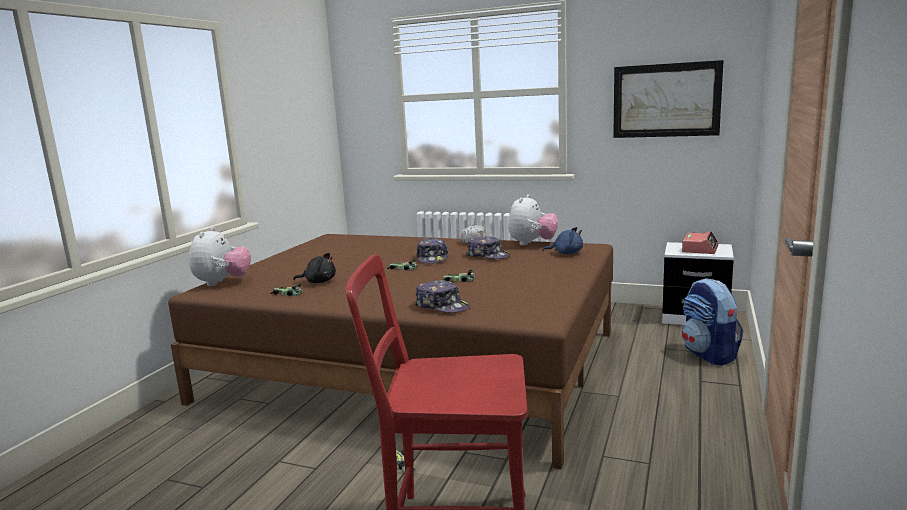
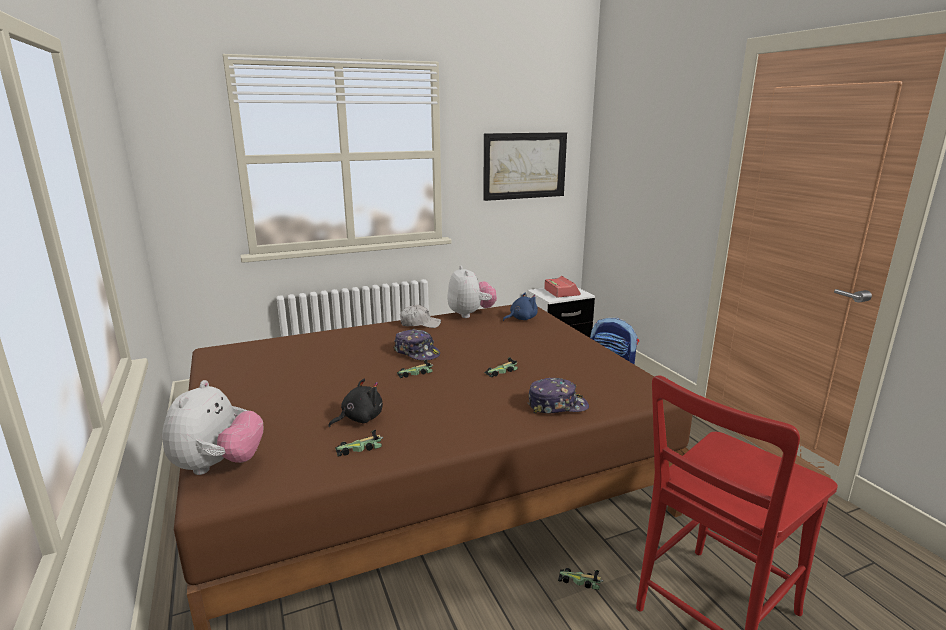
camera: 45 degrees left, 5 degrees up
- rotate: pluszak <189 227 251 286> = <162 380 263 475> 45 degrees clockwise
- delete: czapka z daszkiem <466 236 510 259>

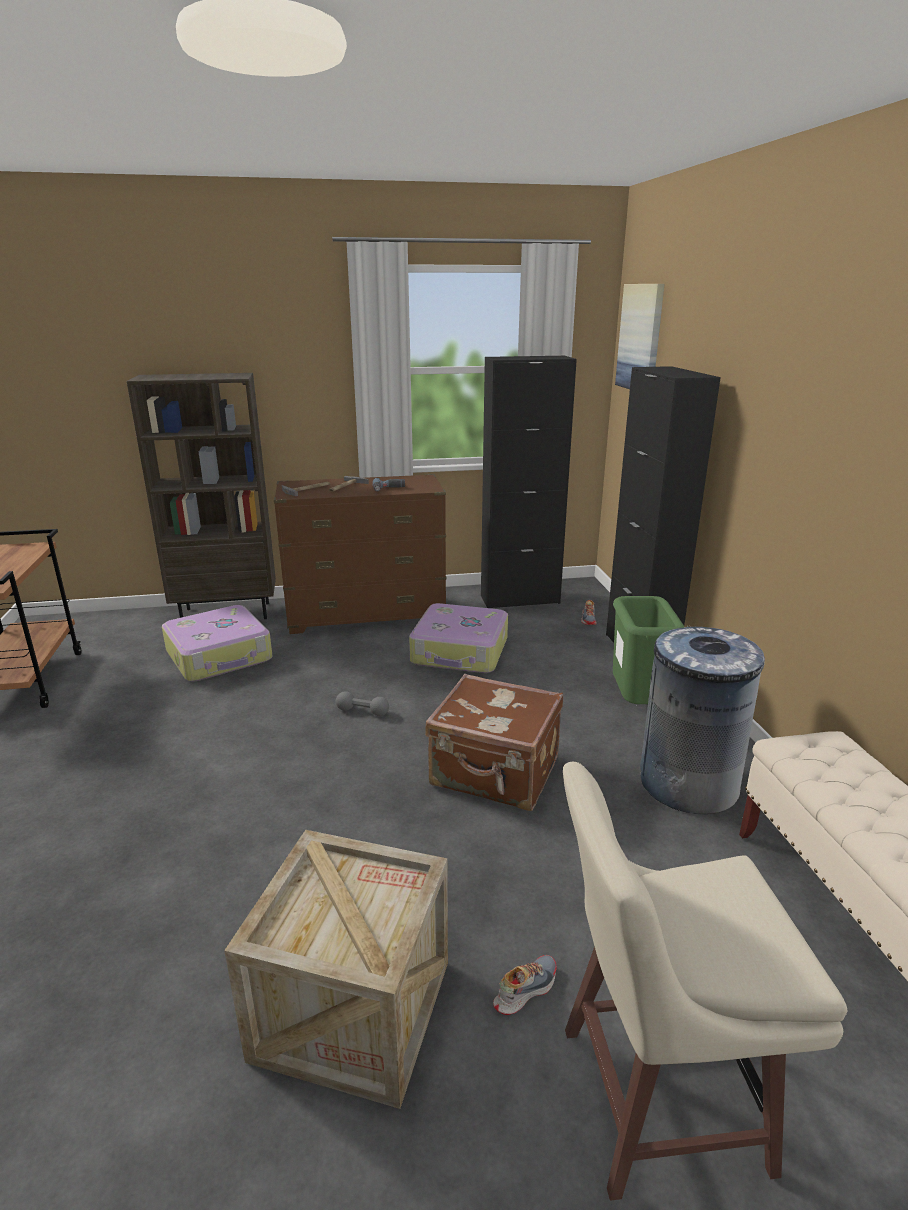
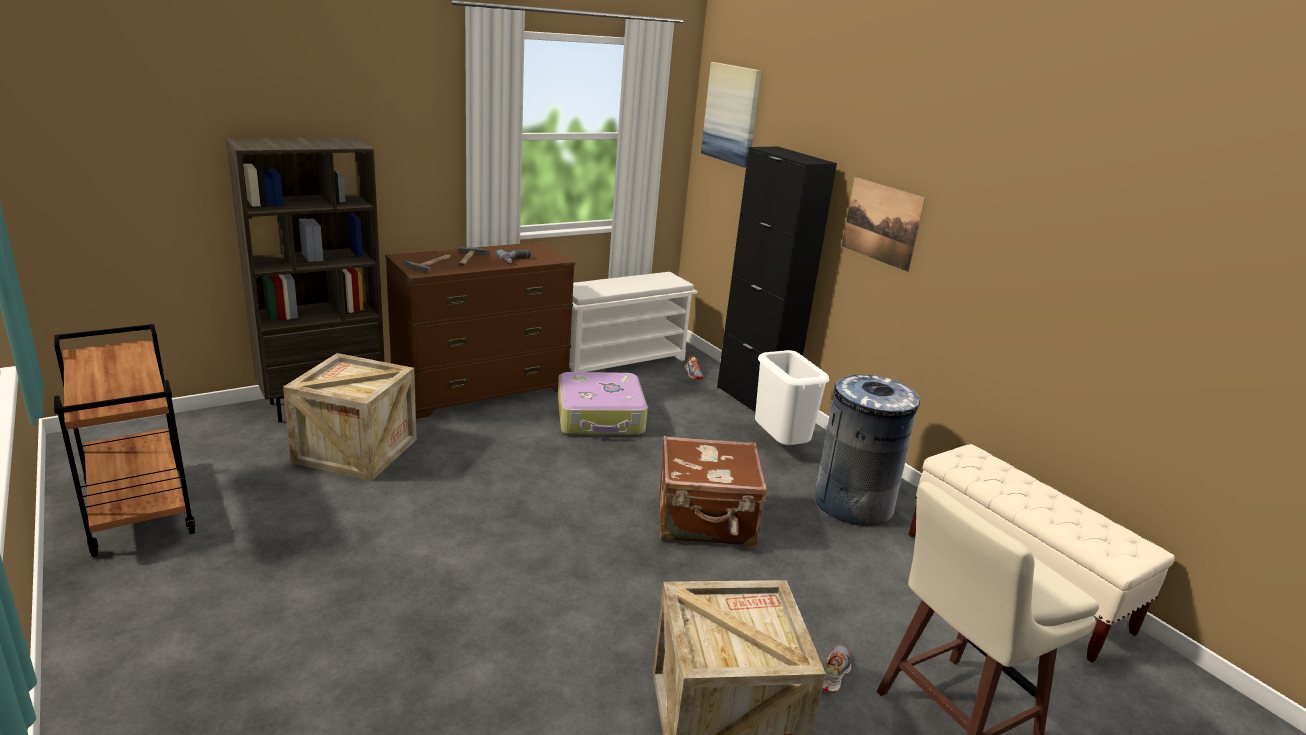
camera: 25 degrees left, 0 degrees up
- replace: walizka <162 605 273 681> to skrzynka <283 353 417 481>
- delete: hantel (szary) <336 691 389 716>
- replace: szafka (czarny) <481 356 577 608> to regał na buty (biały) <569 272 698 372>
- recolor: kosz na śmieci (zielony) <613 596 684 704> to kosz na śmieci (biały) <755 350 829 445>
- insert: obraz <842 177 926 272>

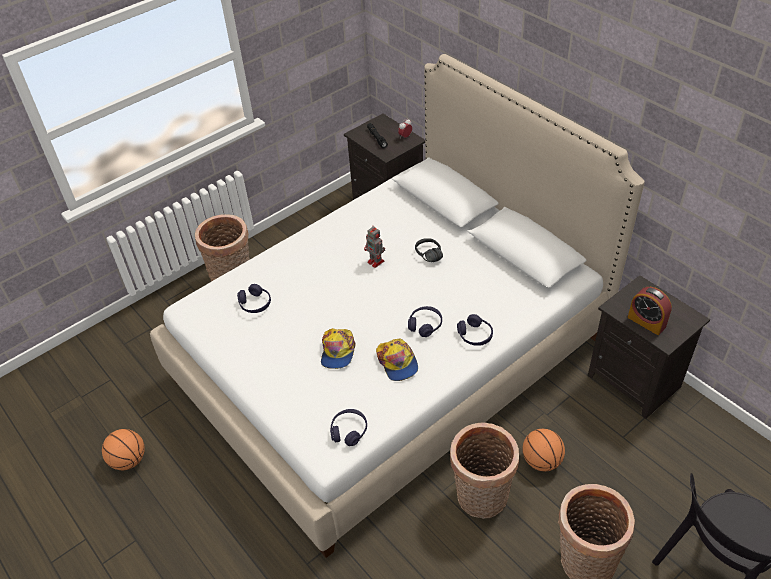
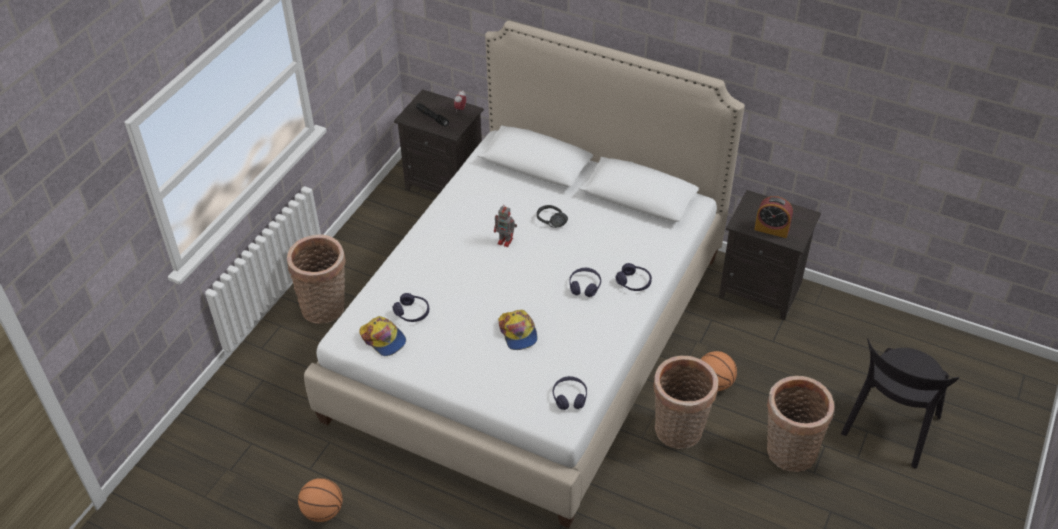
camera: 25 degrees left, 0 degrees up
- move: czapka z daszkiem <376 339 418 381> to <359 316 406 356>

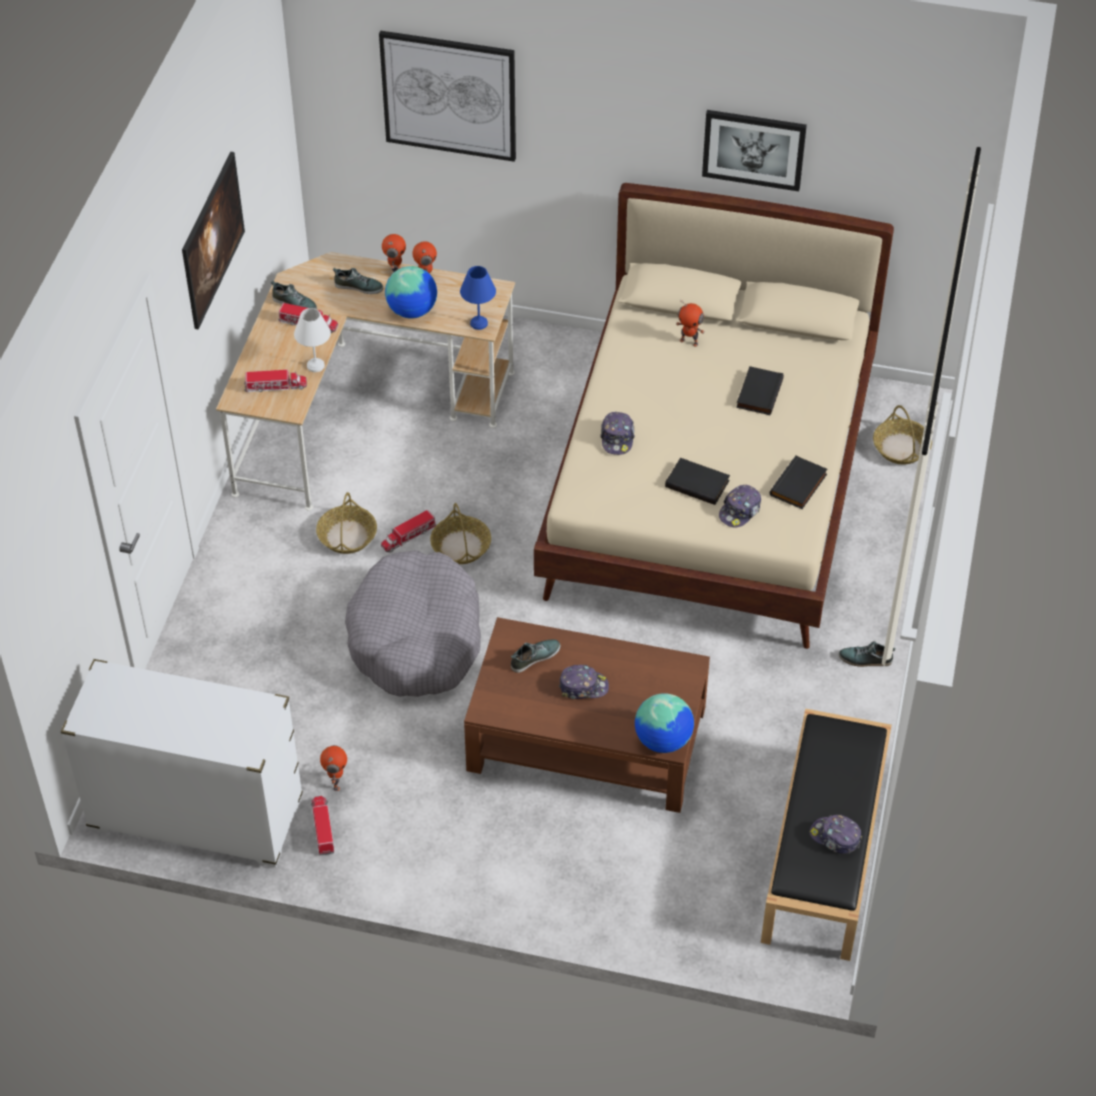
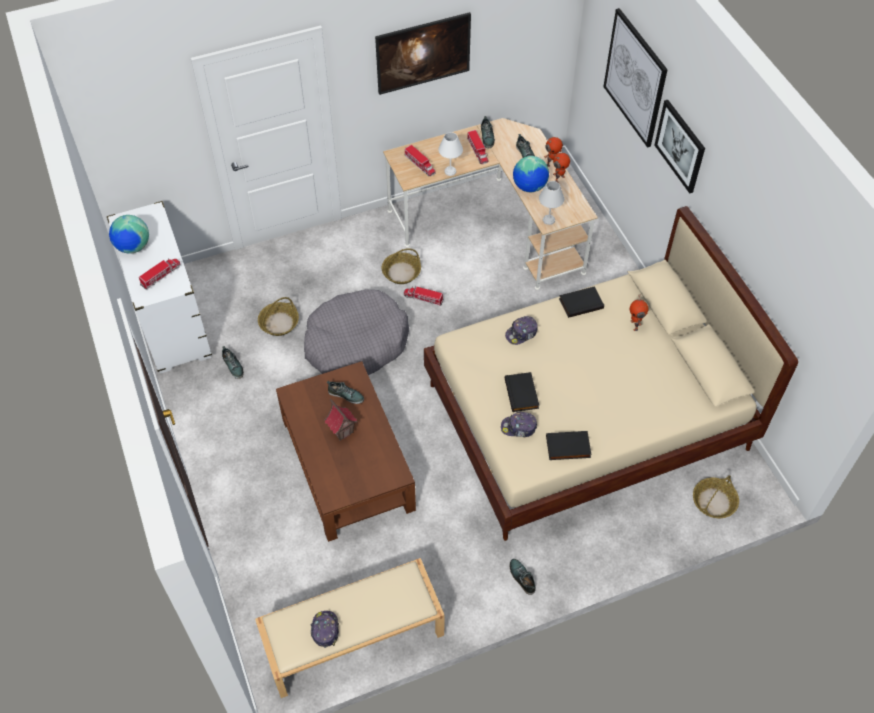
camera: 55 degrees right, 5 degrees up
- move: ciężarówka zabawkowa <311 796 334 856> to <139 259 181 289>
- replace: robot zabawkowy <320 745 347 791> to but <222 346 244 379>
- move: koszyk <430 503 491 564> to <258 297 299 336>
- recolor: lampa stołowa (niebieski) <460 266 496 330> to lampa stołowa (biały) <539 181 564 225>
- replace: czapka z daszkiem <559 665 609 699> to domek <324 399 358 441>
- move: globus <635 693 694 753> to <109 215 149 254>
- move: obraz <702 110 807 191> to <654 100 705 194>
- move: książka (czarny) <736 366 784 415> to <559 286 604 318>
- recolor: ławka (czarny) <761 709 892 961> to ławka (beżowy) <255 558 445 698>

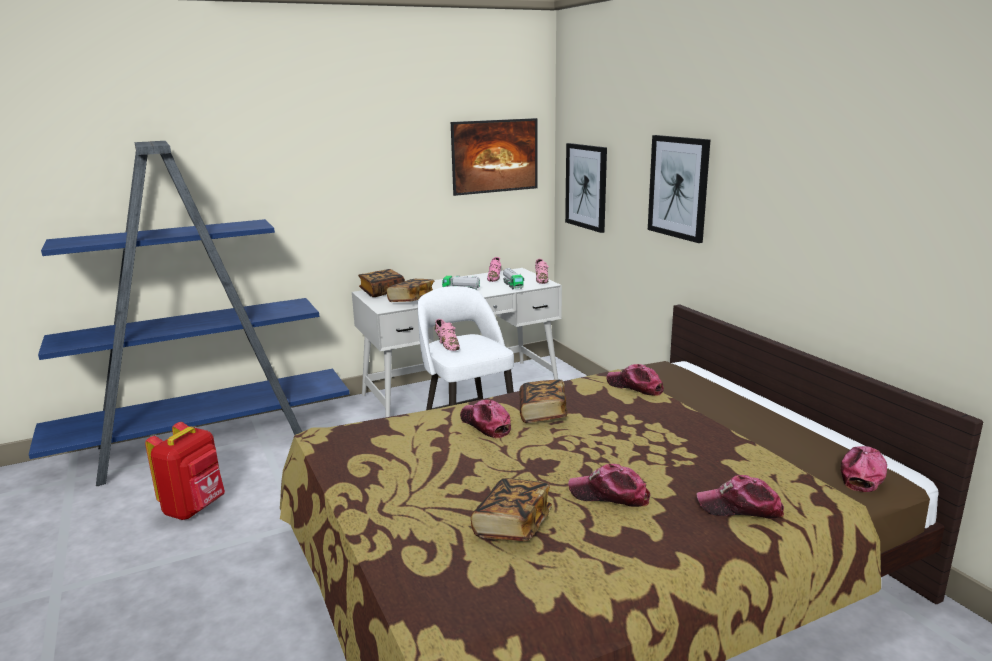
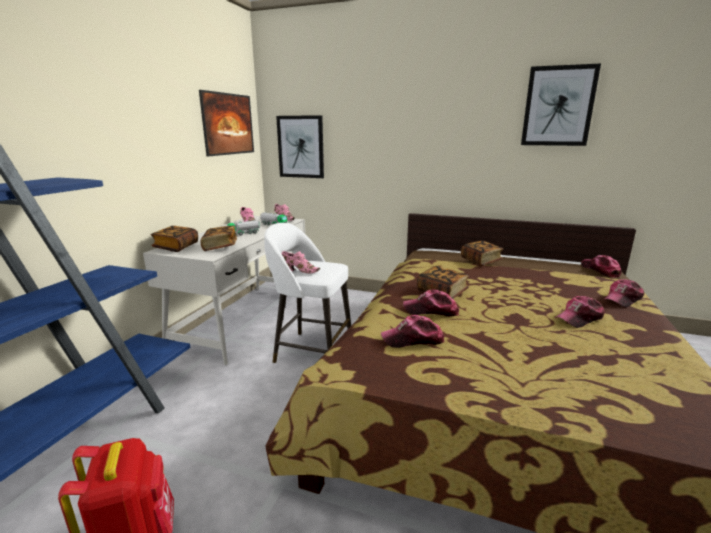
camera: 45 degrees left, 0 degrees up
- move: książka <471 478 552 541> to <461 241 503 266>
- move: czapka z daszkiem <606 364 664 396> to <381 315 445 348>
- move: obraz <648 135 710 243> to <521 64 601 146>

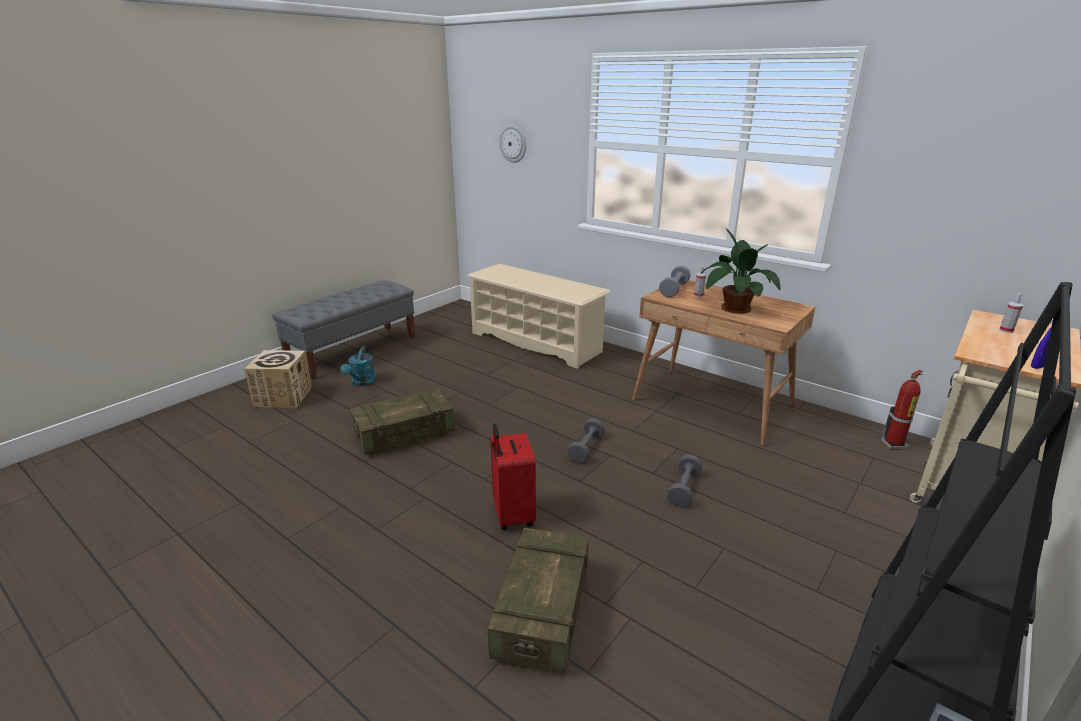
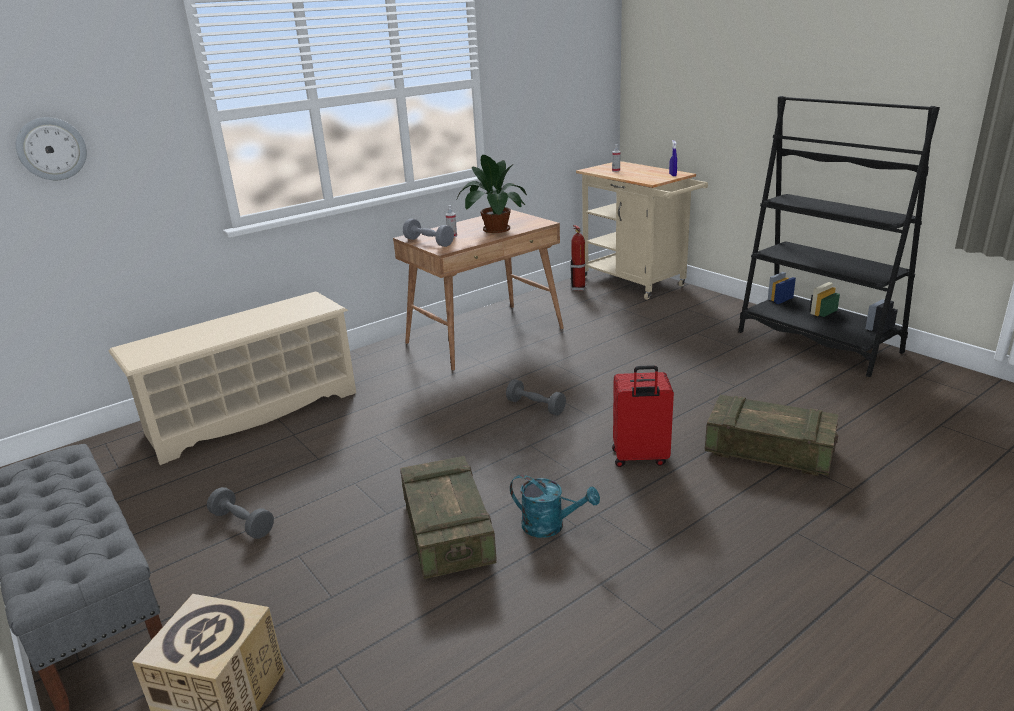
camera: 75 degrees left, 0 degrees up
- move: konewka (turkusowy) <340 346 376 387> to <510 475 600 538>
- move: hantel (szary) <667 454 702 507> to <207 487 274 539>

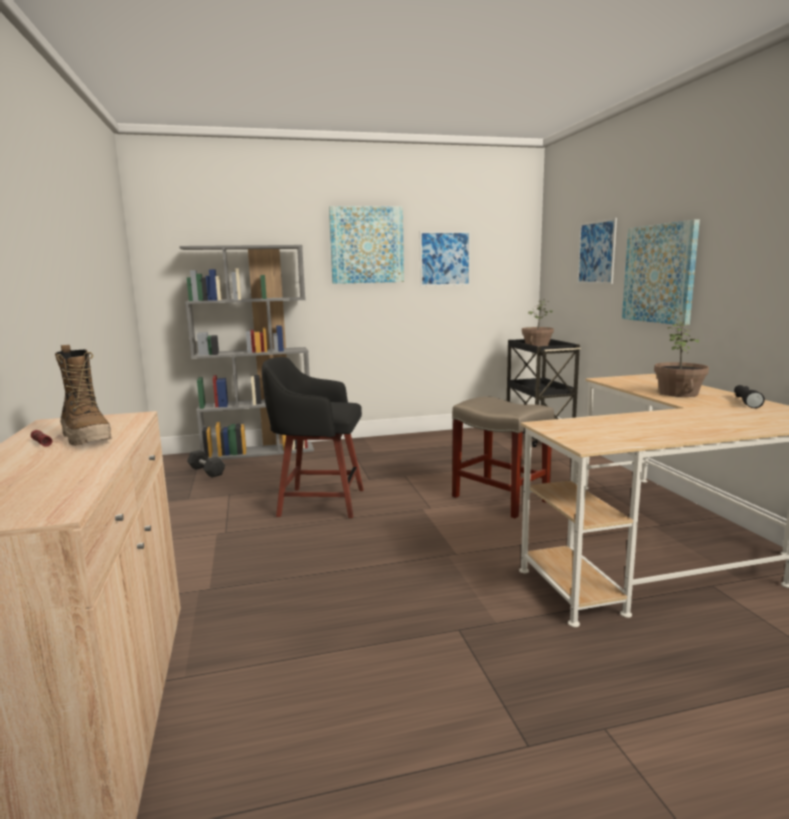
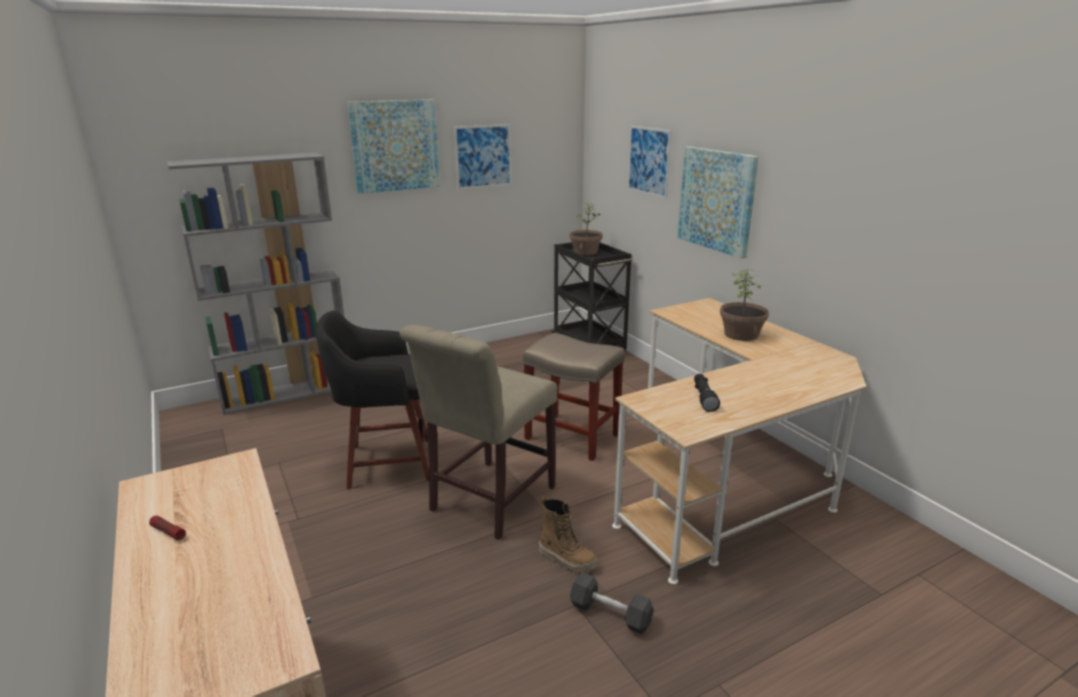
camera: 15 degrees left, 10 degrees up
- move: but z cholewką <55 345 112 446> to <539 496 597 574>
- move: hantel (czarny) <187 450 226 478> to <570 572 654 634>
- move: latarka (czarny) <734 385 765 408> to <694 374 720 412>
- insert: krzesło (beżowy) <400 325 557 540>

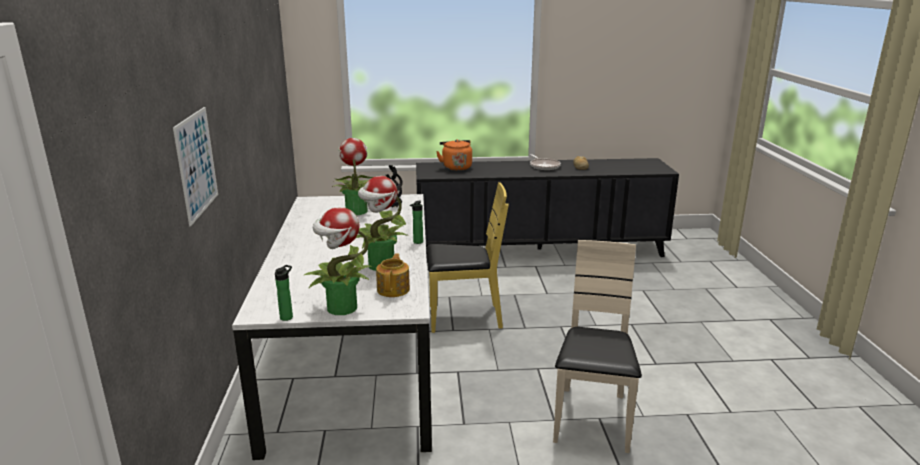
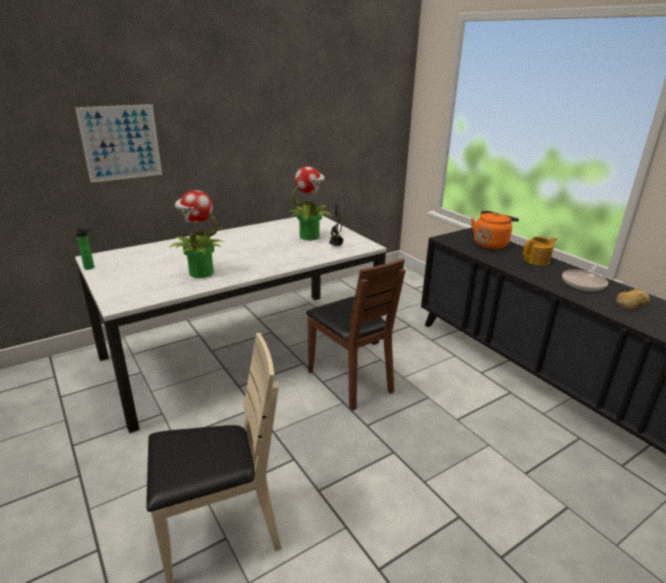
camera: 60 degrees right, 5 degrees up
- delete: roślina doniczkowa <304 207 372 315>
- move: imbryk <376 254 410 297> to <523 237 557 266>
- delete: butelka <410 201 423 244>
- recolor: krzesło (żółty) <427 182 509 333> to krzesło (brązowy) <306 258 406 410>

